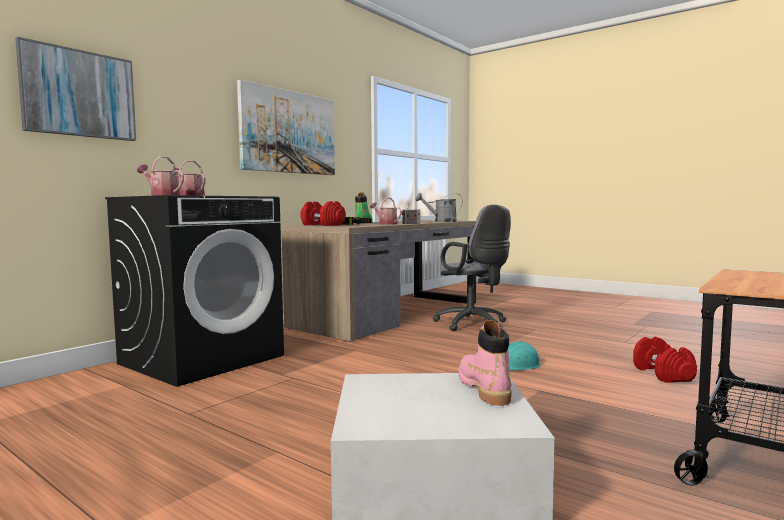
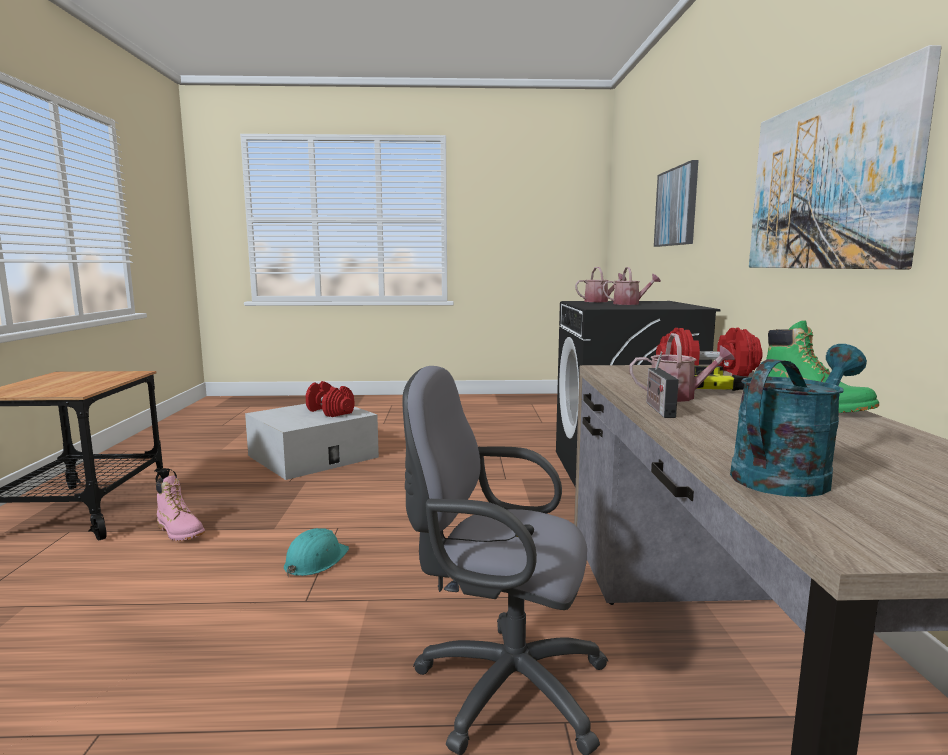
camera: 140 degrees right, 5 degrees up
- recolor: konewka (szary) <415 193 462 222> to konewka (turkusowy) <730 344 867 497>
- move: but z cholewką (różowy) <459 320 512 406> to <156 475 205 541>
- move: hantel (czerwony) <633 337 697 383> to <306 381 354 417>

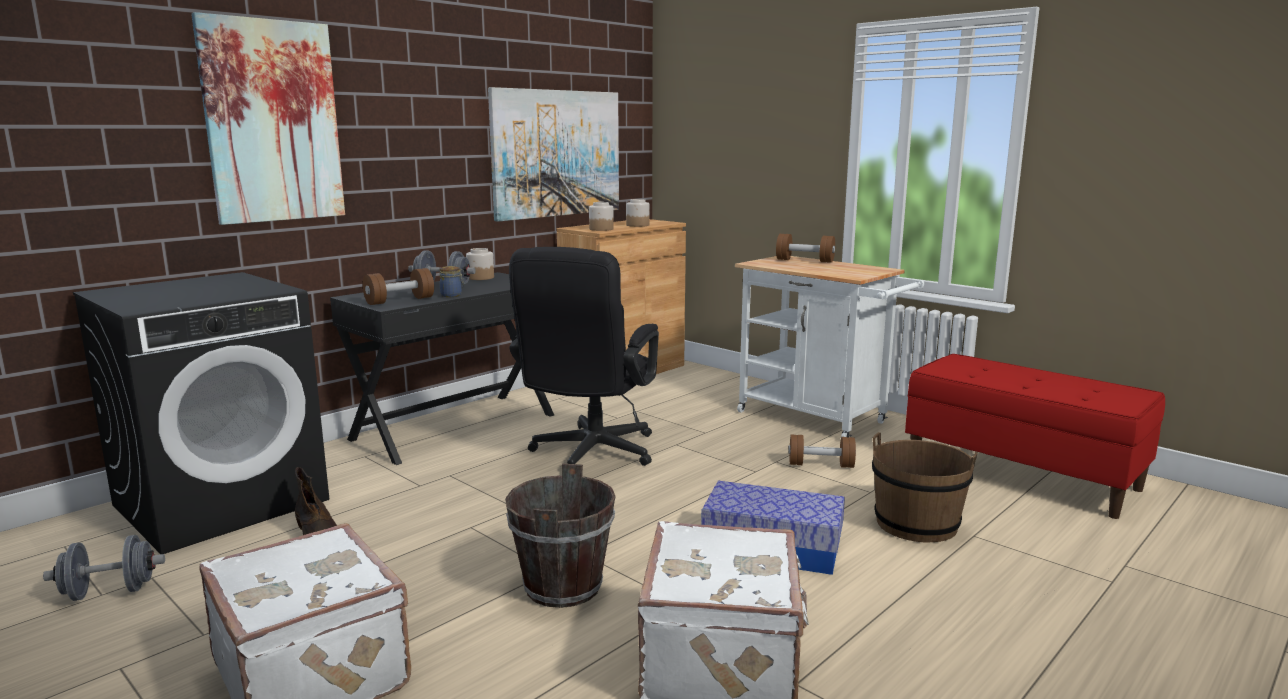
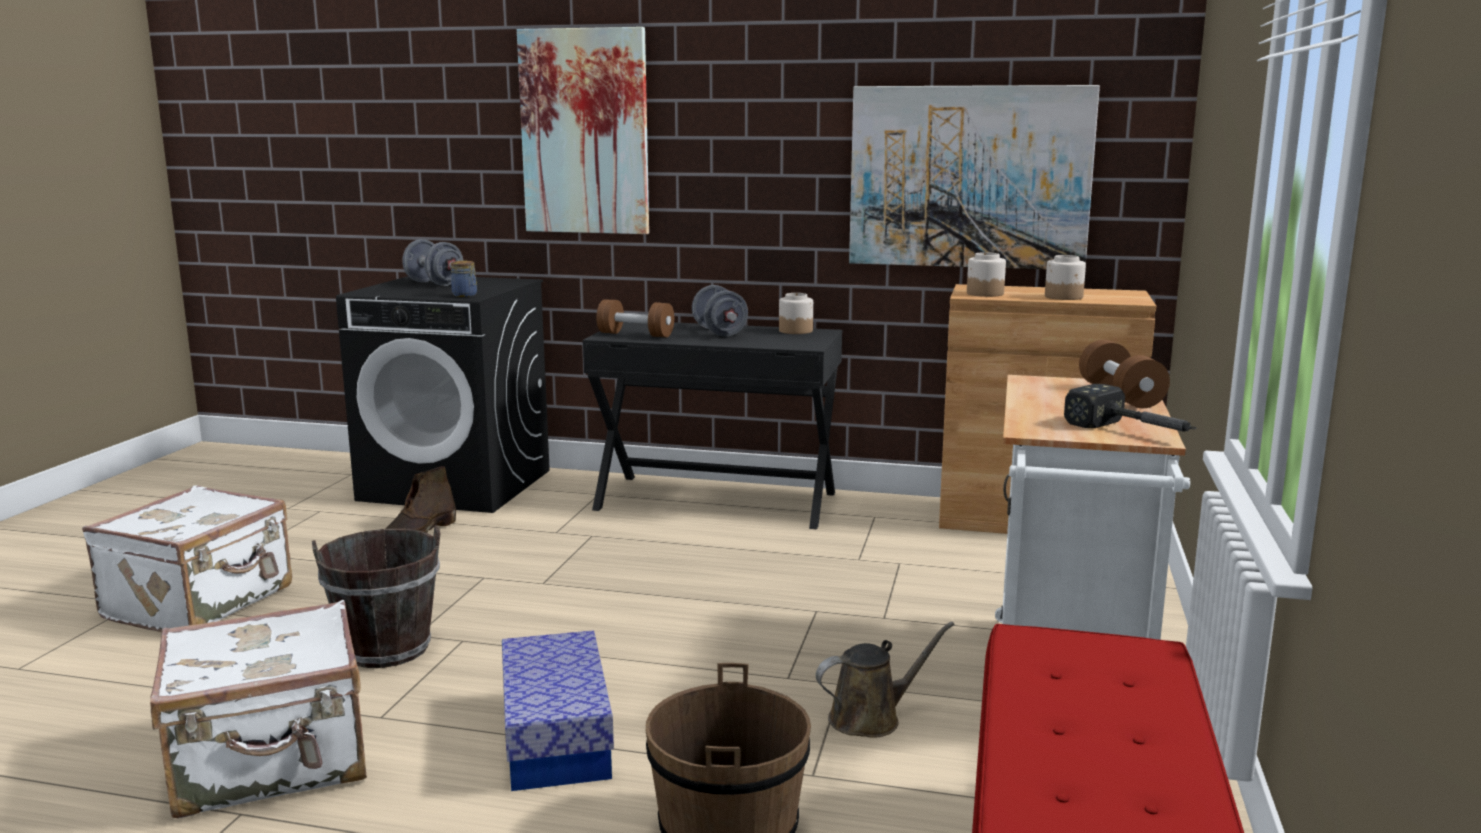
camera: 60 degrees right, 0 degrees up
- move: hantel (szary) <43 535 165 601> to <402 239 463 286>
- move: słoik <439 266 464 297> to <451 260 477 297>
- delete: krzesło biurowe (czarny) <509 247 659 466>
- replace: hantel (brązowy) <788 435 856 468> to konewka (brązowy) <816 622 955 737>
- insert: młotek <1064 384 1197 432>

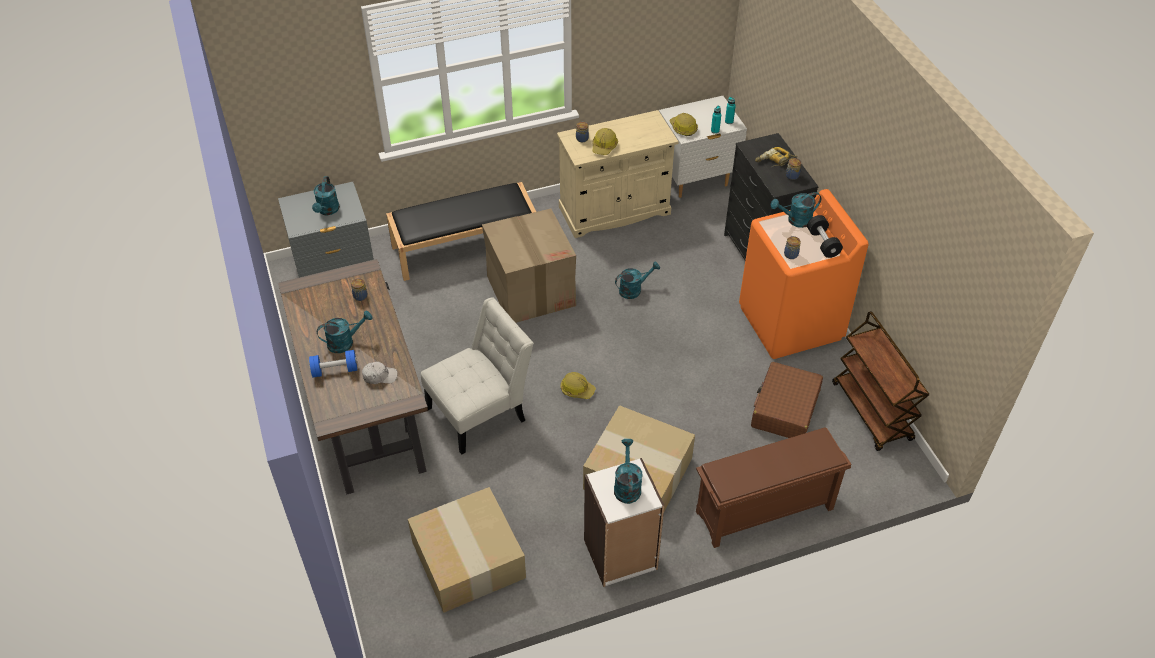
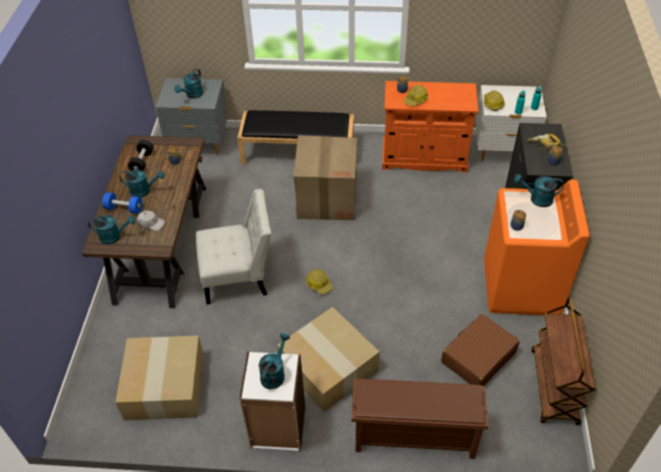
camera: 25 degrees right, 0 degrees up
- recolor: szafka (beżowy) <557 110 679 238> to szafka (pomarańczowy) <382 81 479 172>
- move: konewka (turkusowy) <615 262 660 299> to <88 215 136 245>
- move: hantel (czarny) <807 215 843 258> to <128 140 154 171>

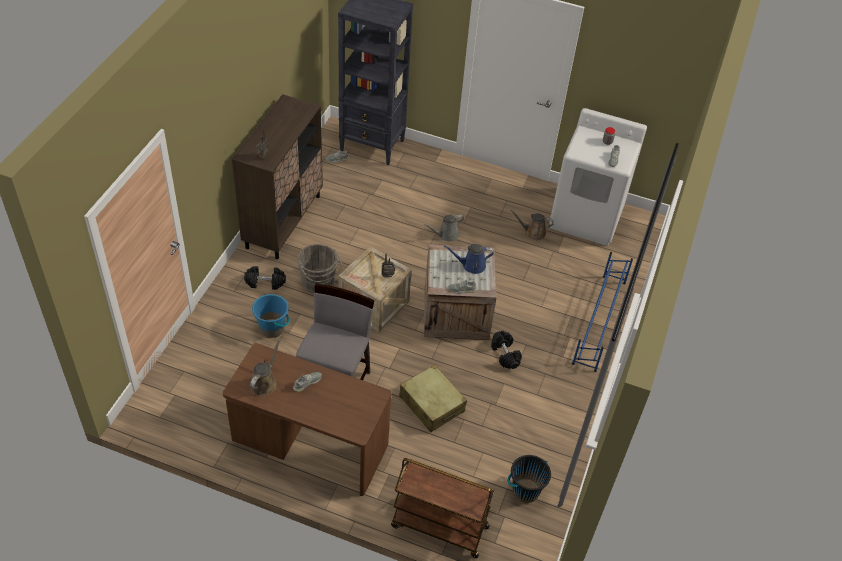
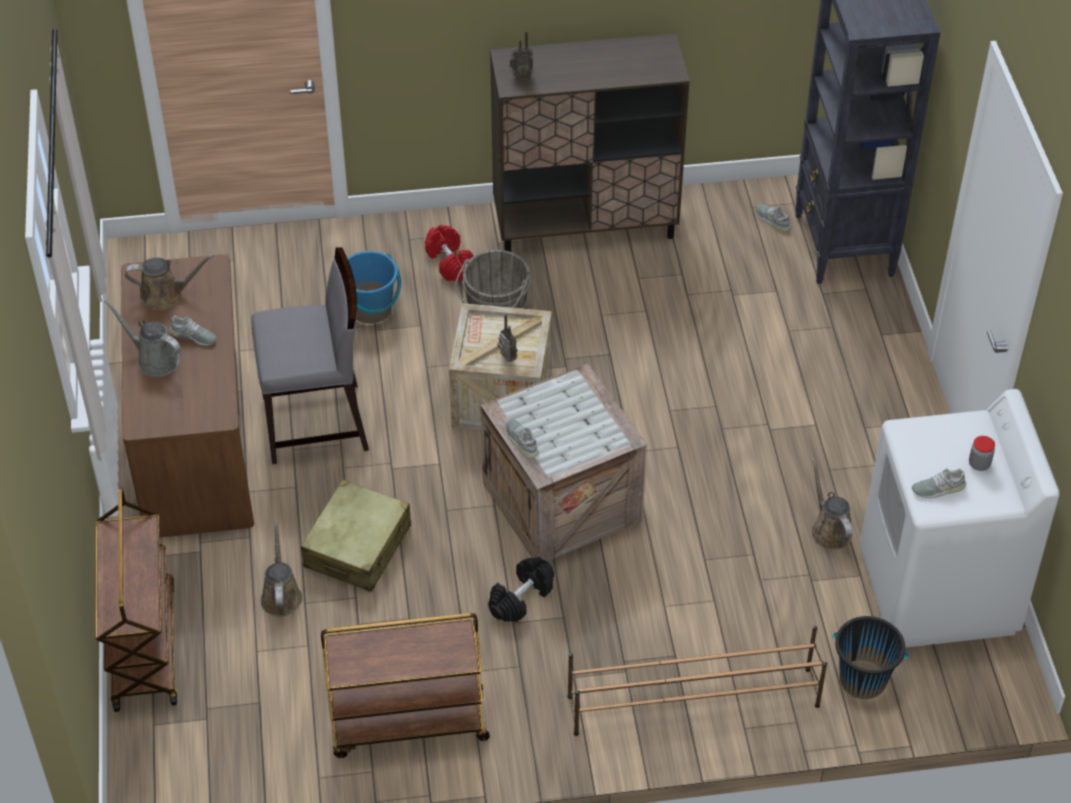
camera: 65 degrees right, 0 degrees up
- recolor: hantel (czarny) <244 266 286 290> to hantel (czerwony) <425 225 473 281>
- move: konewka (szary) <424 214 464 241> to <104 300 181 377>
- delete: konewka (niebieski) <444 244 494 274>
- move: wiadro (czarny) <507 455 551 503> to <832 616 908 699>
- recolor: regał na buty (niebieski) <572 252 633 372> to regał na buty (brązowy) <567 626 827 736>
- insert: konewka (brązowy) <261 519 303 617>
- insert: wózek (brązowy) <321 613 490 758>

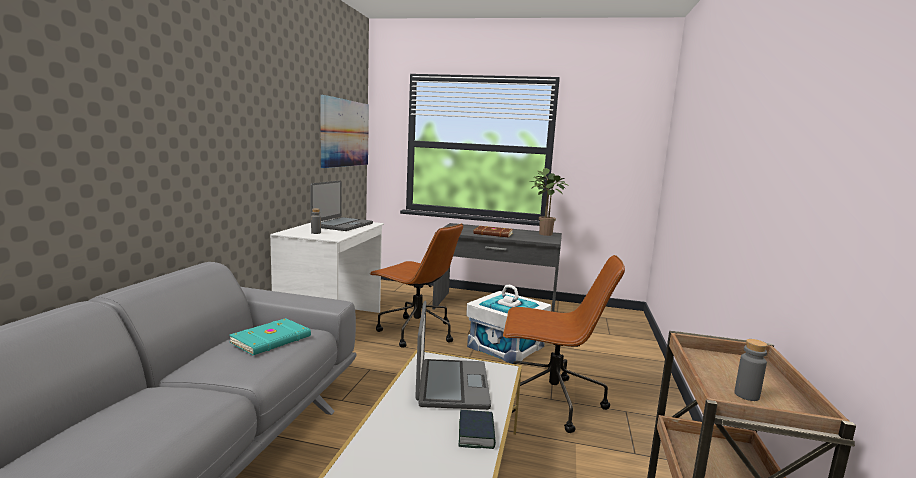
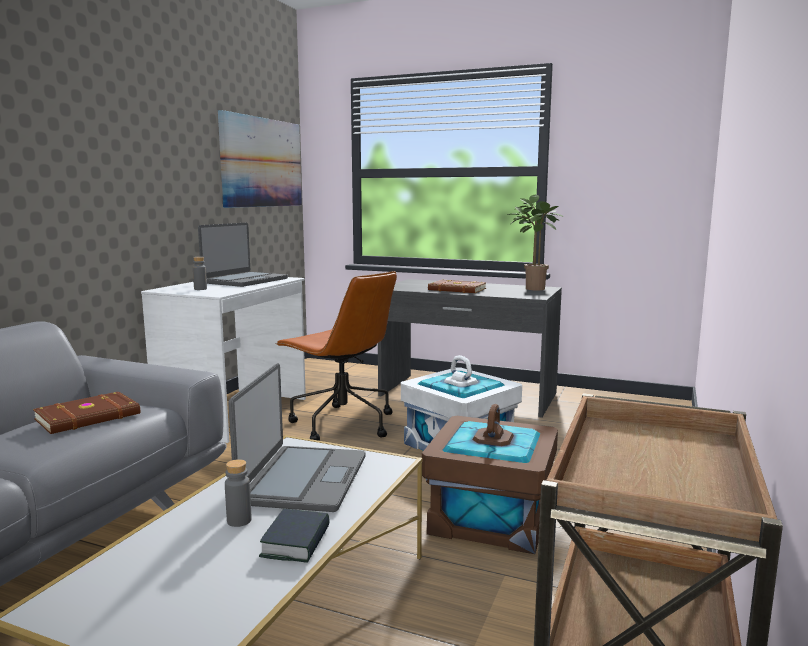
camera: 10 degrees right, 0 degrees up
- recolor: książka (turkusowy) <229 318 311 355> to książka (brązowy) <33 392 140 434>
- replace: krzesło biurowe (brązowy) <503 255 625 433> to pojemnik do przechowywania (brązowy) <422 404 558 554>
- move: butelka (szary) <734 339 768 401> to <225 459 252 527>

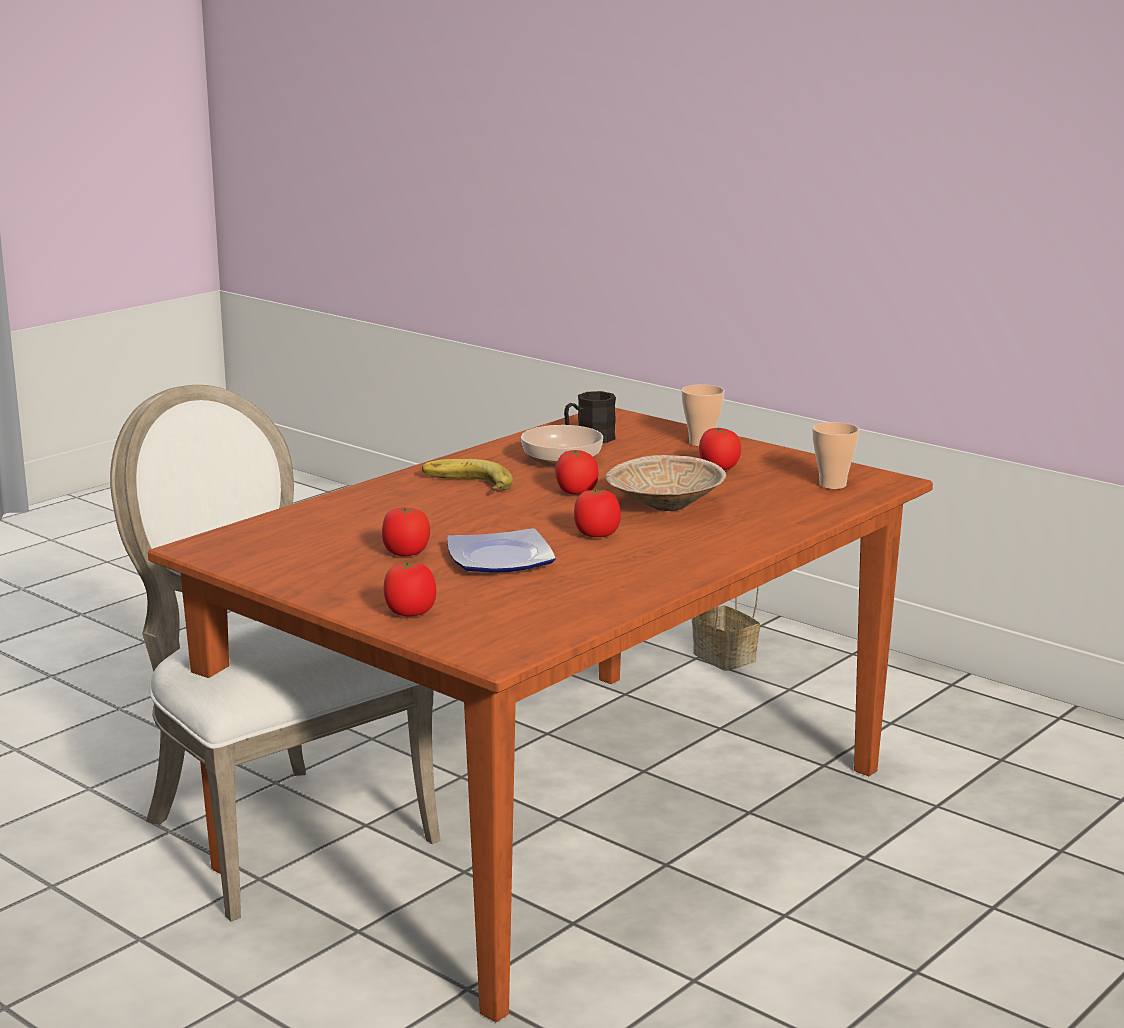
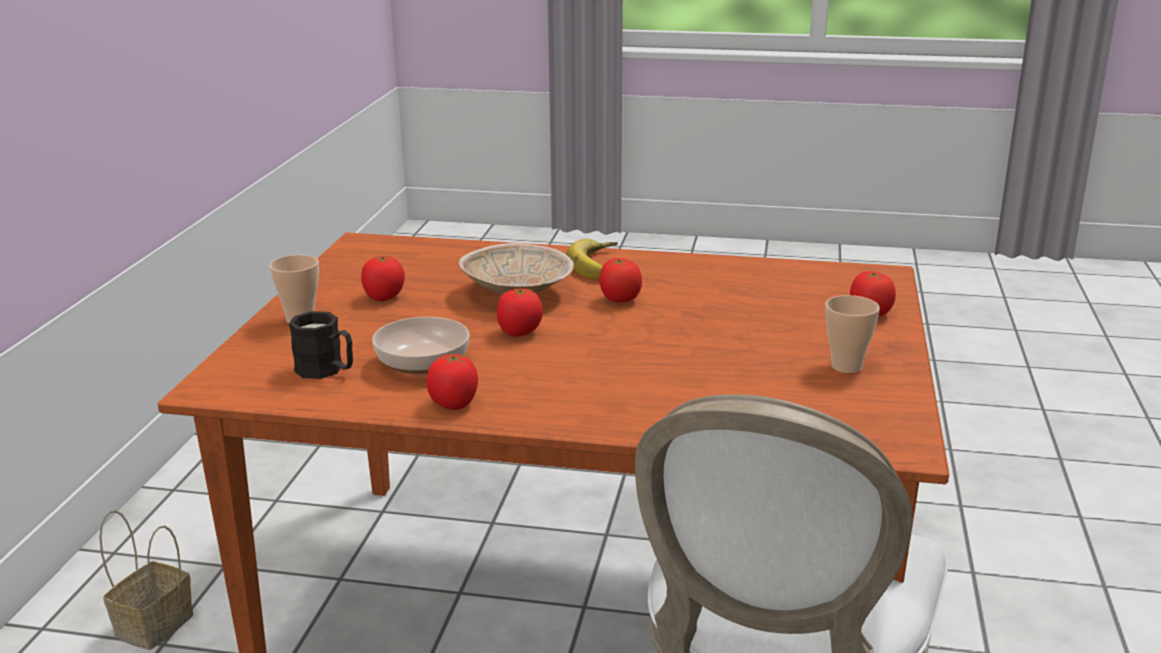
camera: 120 degrees left, 5 degrees up
- move: pomidor <382 507 430 556> to <427 354 478 410>
- move: banan <422 459 513 492> to <567 239 618 279>
- delete: talerz <447 528 556 573>
- move: filiżanka <812 422 859 489> to <825 295 880 373>

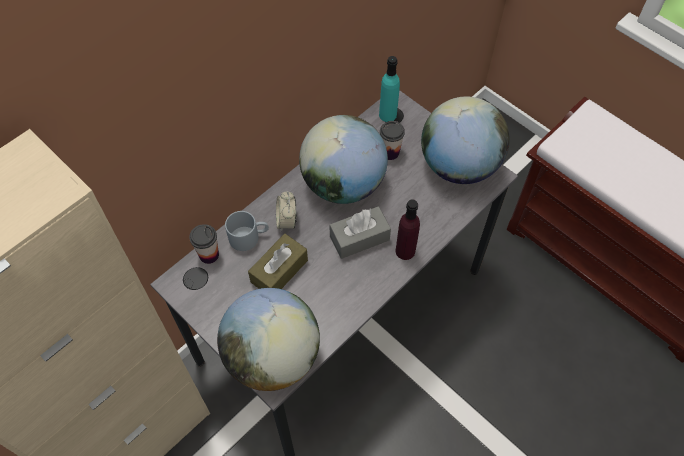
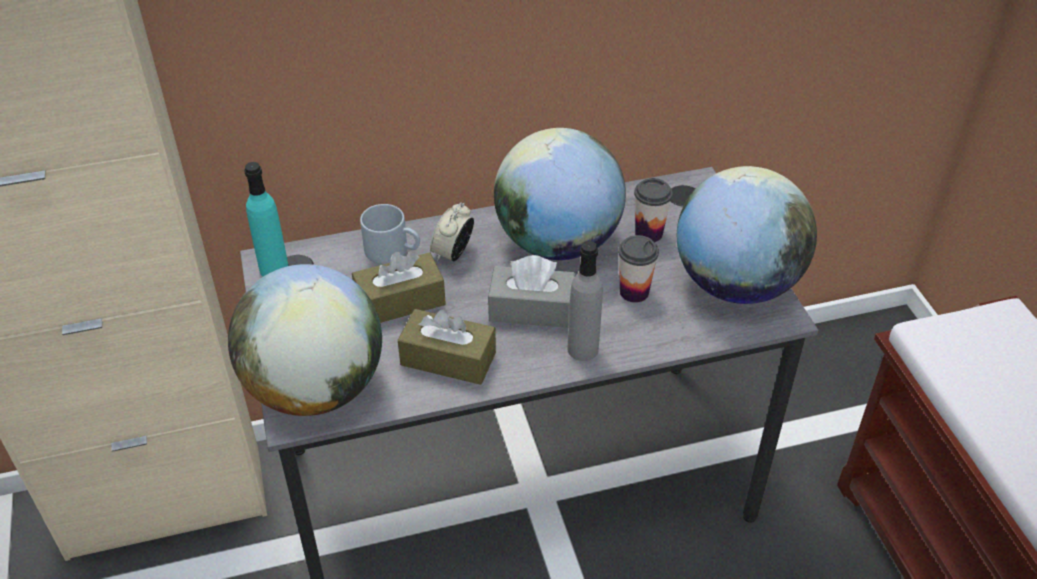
camera: 30 degrees right, 15 degrees down
- move: filiżanka <189 224 219 264> to <618 235 659 303>
- move: butelka (turkusowy) <379 56 400 122> to <244 162 289 277>
- recolor: butelka (fioletowy) <396 199 420 260> to butelka (szary) <567 241 603 361>
- insert: pudełko chusteczek (brązowy) <398 309 496 385>

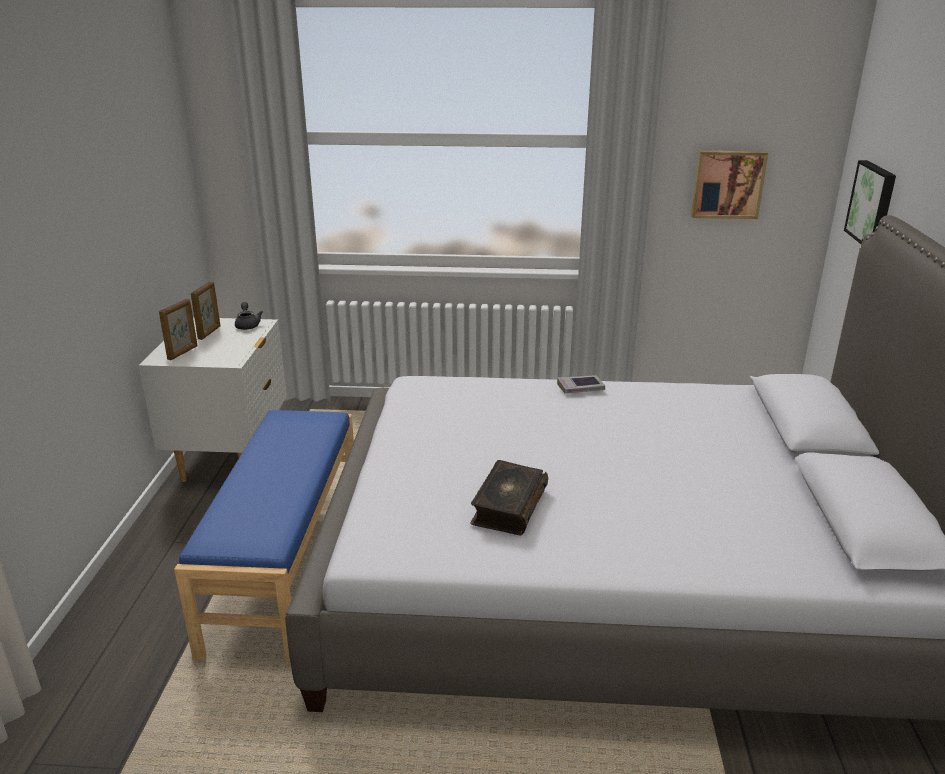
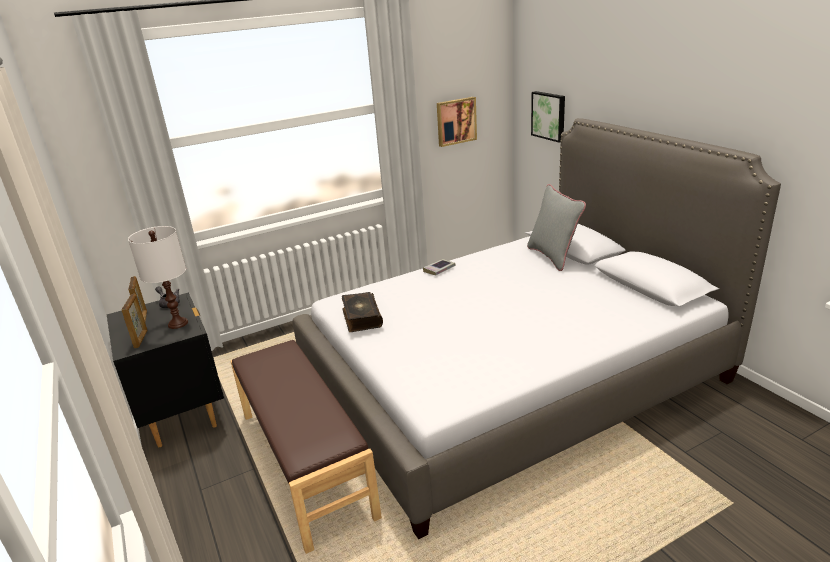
camera: 30 degrees left, 0 degrees up
- recolor: szafka nocna (biały) <139 317 287 482> to szafka nocna (czarny) <107 292 224 447>
- recolor: ławka (niebieski) <174 410 354 665> to ławka (brązowy) <231 340 382 554>
- move: książka <470 460 548 535> to <342 292 383 332>
- insert: lampa stołowa (biały) <128 226 188 329>
- insert: poduszka (szary) <527 184 586 271>

